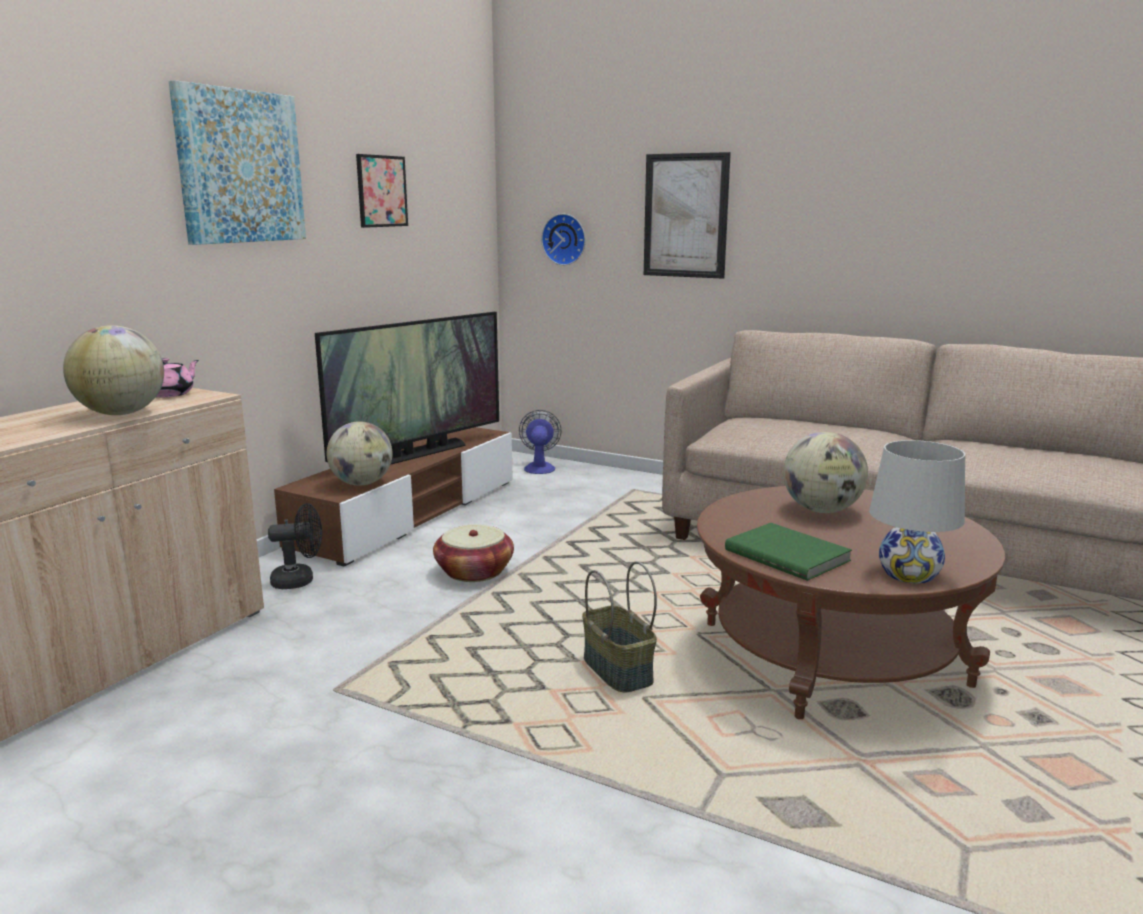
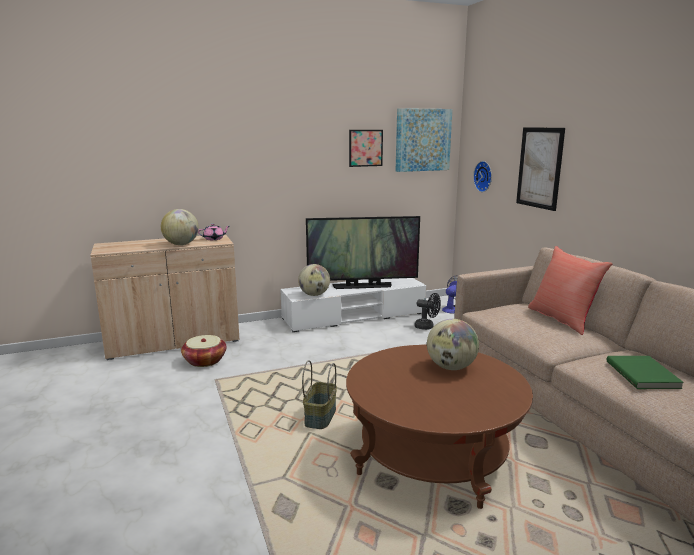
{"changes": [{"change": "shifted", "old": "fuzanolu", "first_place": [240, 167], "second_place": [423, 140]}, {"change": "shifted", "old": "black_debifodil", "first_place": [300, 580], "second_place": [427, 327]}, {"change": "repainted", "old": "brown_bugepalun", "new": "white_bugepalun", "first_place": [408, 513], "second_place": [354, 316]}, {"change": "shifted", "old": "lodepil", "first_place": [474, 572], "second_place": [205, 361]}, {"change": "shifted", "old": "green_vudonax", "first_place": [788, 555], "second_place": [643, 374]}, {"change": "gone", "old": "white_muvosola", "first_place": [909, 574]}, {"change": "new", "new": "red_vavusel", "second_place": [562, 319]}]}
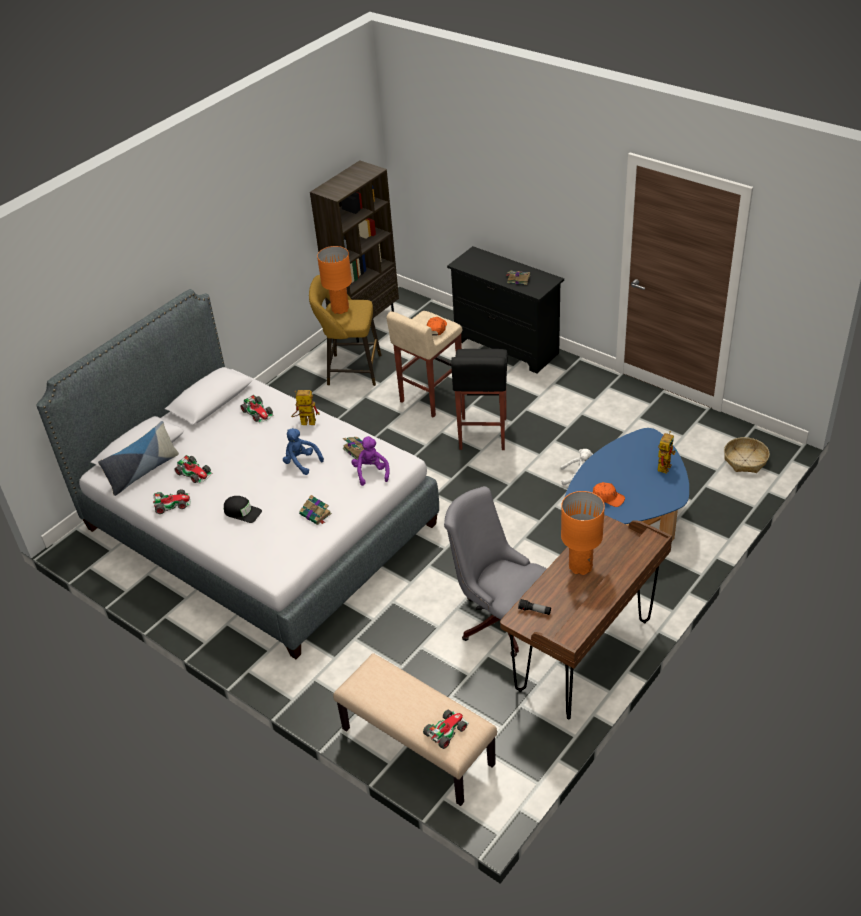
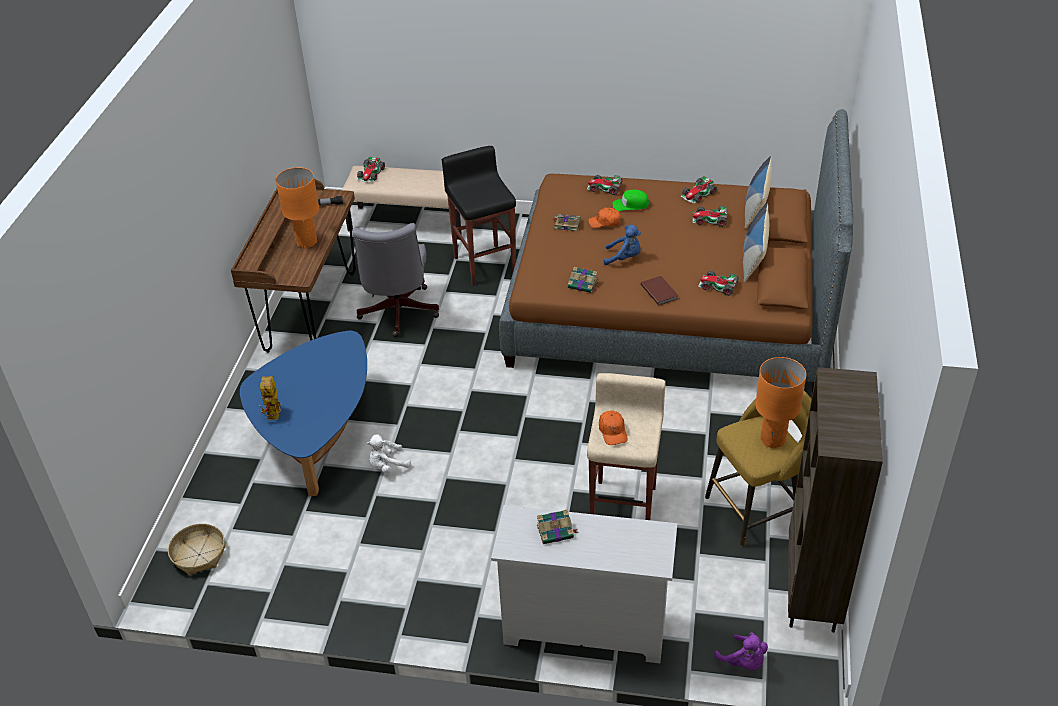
{"changes": [{"change": "repainted", "old": "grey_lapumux", "new": "brown_lapumux", "first_place": [258, 526], "second_place": [670, 309]}, {"change": "repainted", "old": "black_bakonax", "new": "green_bakonax", "first_place": [242, 512], "second_place": [630, 205]}, {"change": "swapped", "old": "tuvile", "new": "brown_vudonax", "first_place": [304, 423], "second_place": [660, 291]}, {"change": "shifted", "old": "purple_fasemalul", "first_place": [371, 472], "second_place": [743, 662]}, {"change": "rotated", "old": "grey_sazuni", "first_place": [498, 618], "second_place": [397, 314], "degrees": 75}, {"change": "repainted", "old": "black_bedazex", "new": "white_bedazex", "first_place": [506, 347], "second_place": [584, 628]}, {"change": "shifted", "old": "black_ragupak", "first_place": [482, 434], "second_place": [485, 264]}, {"change": "shifted", "old": "orange_bakonax", "first_place": [608, 497], "second_place": [604, 222]}, {"change": "new", "new": "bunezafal", "second_place": [604, 188]}, {"change": "new", "new": "vavusel", "second_place": [754, 257]}]}
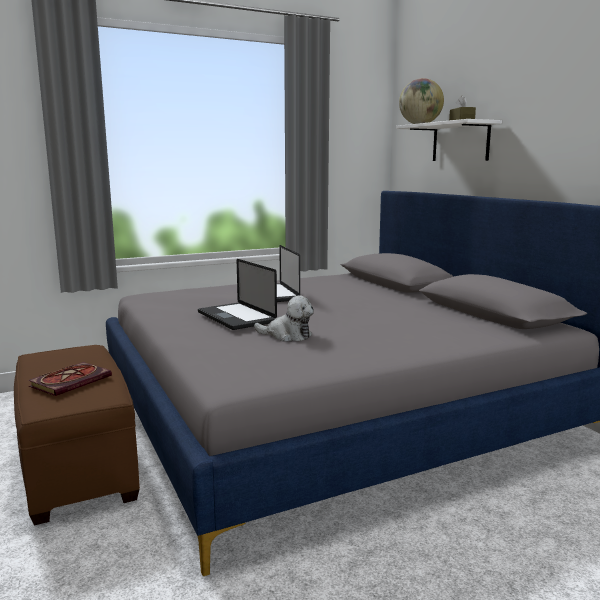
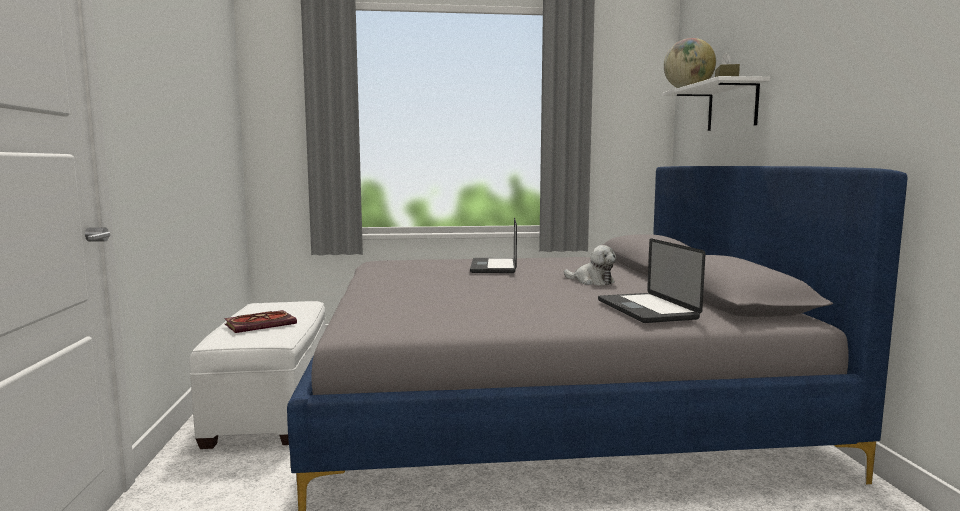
{"changes": [{"change": "repainted", "old": "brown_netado", "new": "white_netado", "first_place": [78, 464], "second_place": [271, 407]}, {"change": "shifted", "old": "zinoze", "first_place": [236, 317], "second_place": [646, 309]}, {"change": "shifted", "old": "fasemalul", "first_place": [287, 335], "second_place": [592, 281]}]}
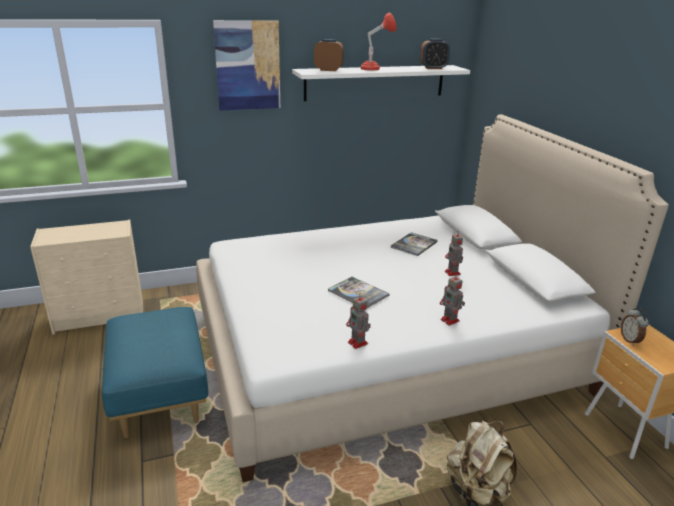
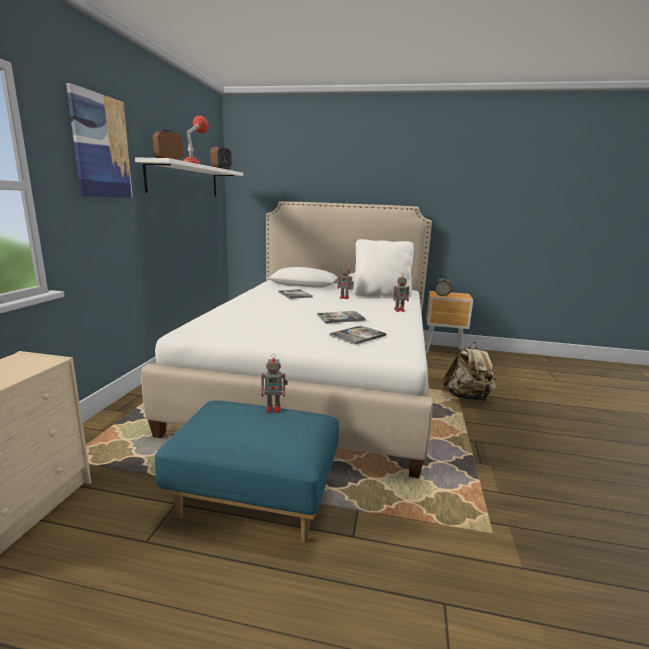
{"changes": [{"change": "shifted", "old": "tuvile", "first_place": [358, 343], "second_place": [274, 408]}, {"change": "new", "new": "vudonax", "second_place": [358, 335]}, {"change": "new", "new": "white_vavusel", "second_place": [381, 295]}]}
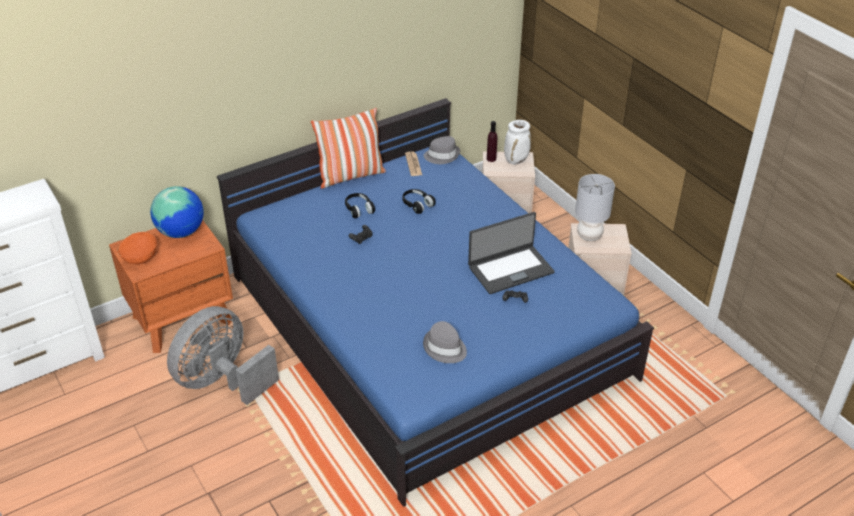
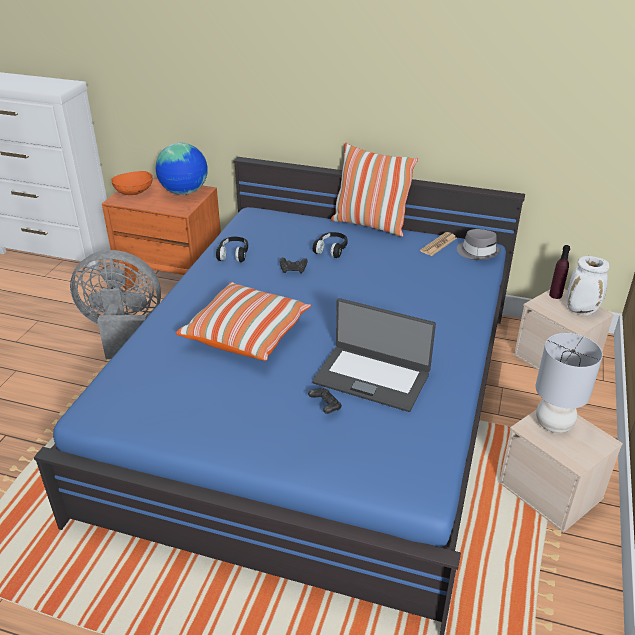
{"changes": [{"change": "shifted", "old": "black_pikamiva", "first_place": [417, 205], "second_place": [233, 254]}, {"change": "gone", "old": "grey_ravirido", "first_place": [444, 348]}, {"change": "new", "new": "vavusel", "second_place": [246, 334]}]}
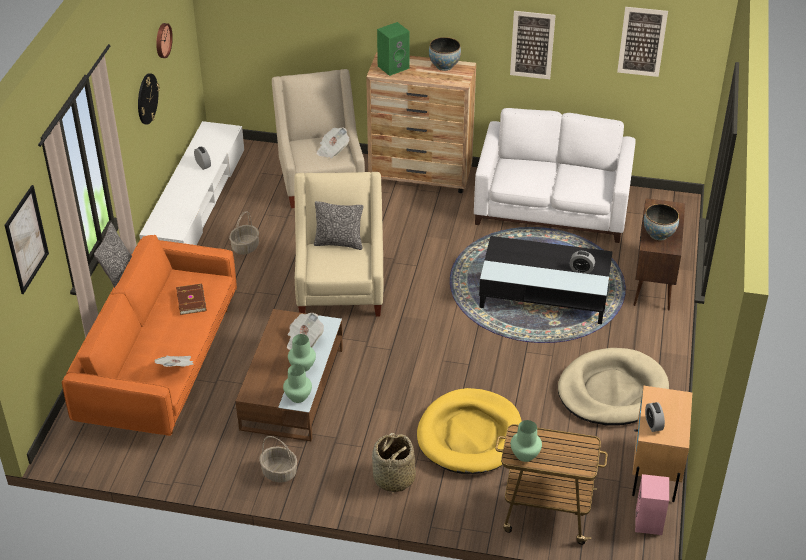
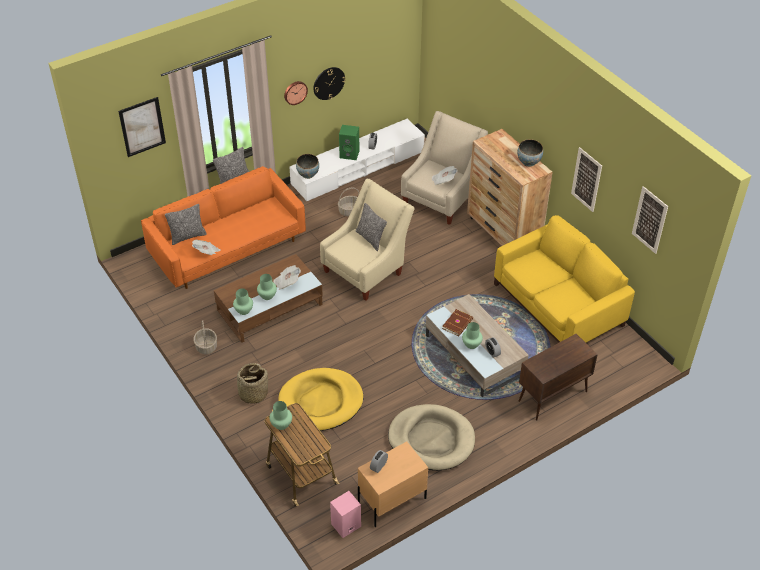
{"changes": [{"change": "shifted", "old": "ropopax", "first_place": [162, 40], "second_place": [295, 92]}, {"change": "shifted", "old": "brown_vudonax", "first_place": [192, 300], "second_place": [458, 324]}, {"change": "shifted", "old": "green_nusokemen", "first_place": [393, 66], "second_place": [350, 154]}, {"change": "repainted", "old": "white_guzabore", "new": "yellow_guzabore", "first_place": [552, 206], "second_place": [557, 305]}, {"change": "repainted", "old": "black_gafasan", "new": "beige_gafasan", "first_place": [544, 294], "second_place": [474, 355]}, {"change": "shifted", "old": "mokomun", "first_place": [658, 234], "second_place": [308, 174]}, {"change": "new", "new": "vavusel", "second_place": [187, 236]}, {"change": "new", "new": "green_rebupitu", "second_place": [471, 344]}]}
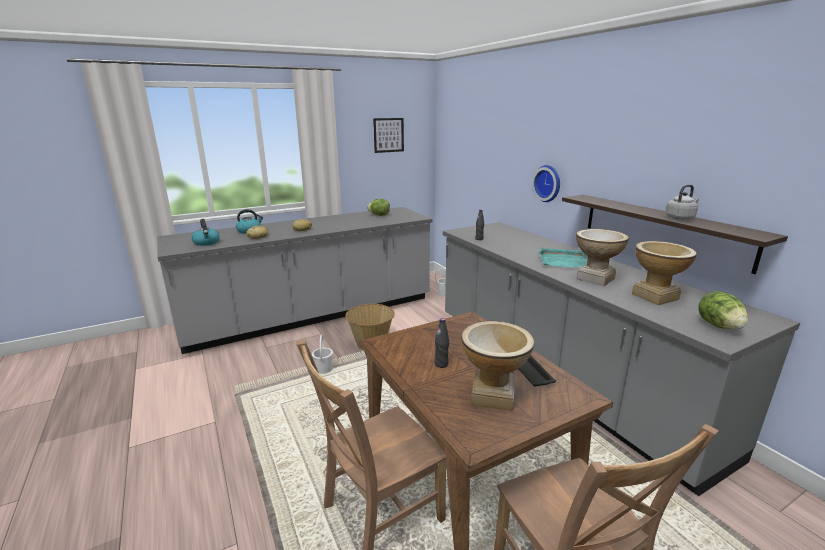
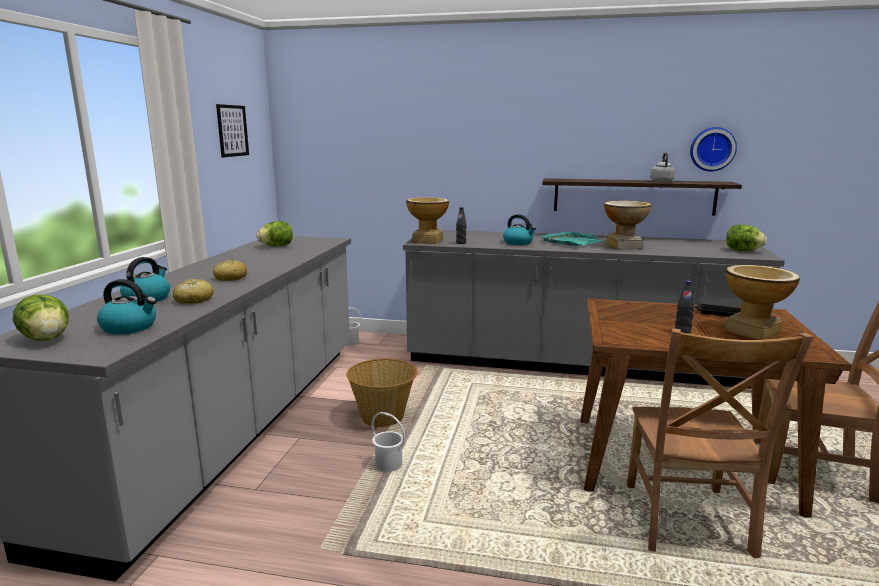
{"changes": [{"change": "shifted", "old": "ropopax", "first_place": [548, 183], "second_place": [712, 149]}, {"change": "shifted", "old": "rebupitu", "first_place": [655, 296], "second_place": [427, 241]}, {"change": "new", "new": "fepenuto", "second_place": [46, 339]}, {"change": "new", "new": "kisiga", "second_place": [518, 243]}]}
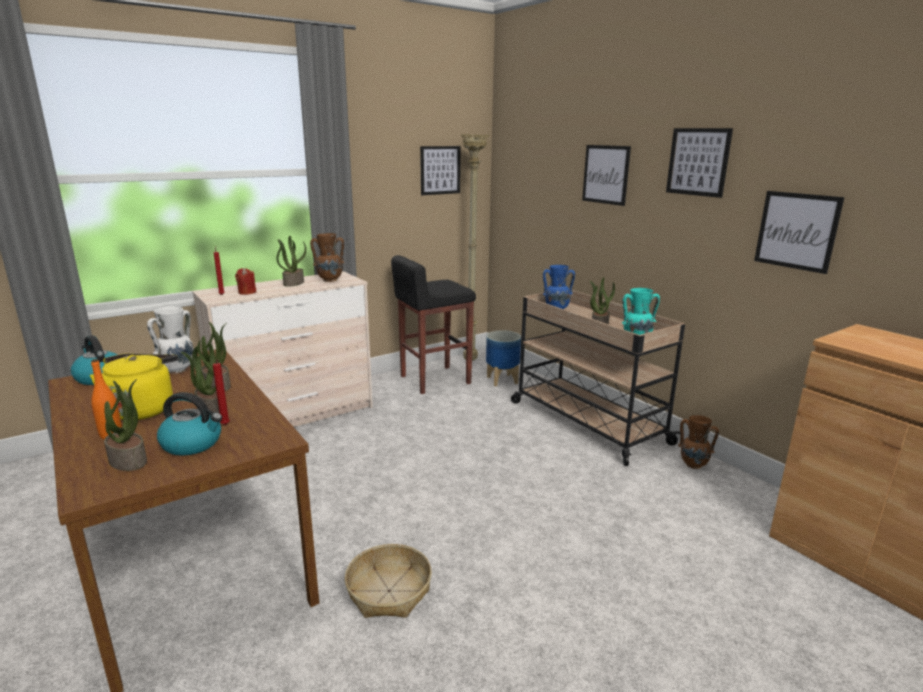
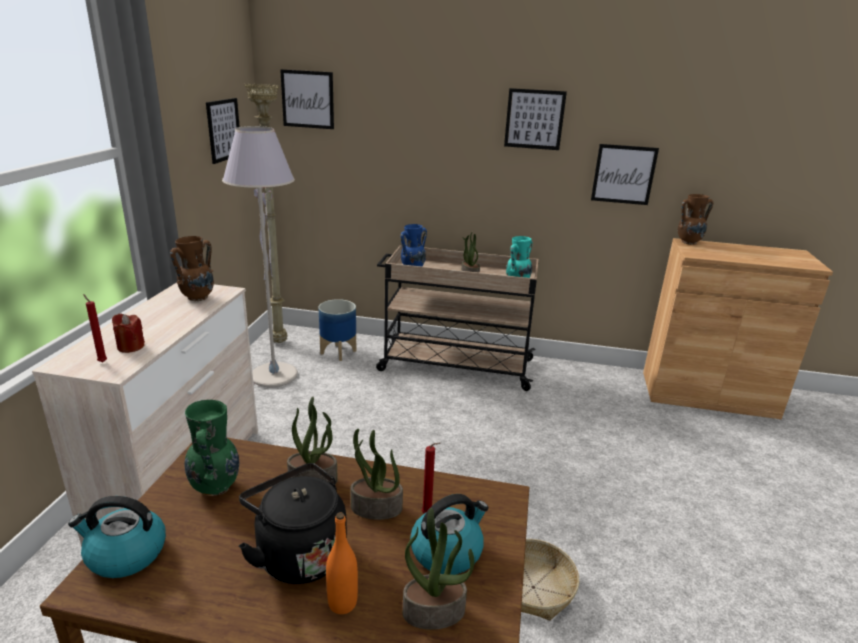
{"changes": [{"change": "repainted", "old": "yellow_kisiga", "new": "black_kisiga", "first_place": [143, 409], "second_place": [298, 553]}, {"change": "repainted", "old": "white_rebupitu", "new": "green_rebupitu", "first_place": [178, 370], "second_place": [216, 487]}, {"change": "gone", "old": "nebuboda", "first_place": [293, 283]}, {"change": "swapped", "old": "black_ragupak", "new": "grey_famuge", "first_place": [434, 379], "second_place": [274, 376]}, {"change": "shifted", "old": "fuzanolu", "first_place": [606, 174], "second_place": [307, 99]}, {"change": "shifted", "old": "brown_rebupitu", "first_place": [693, 465], "second_place": [688, 242]}]}
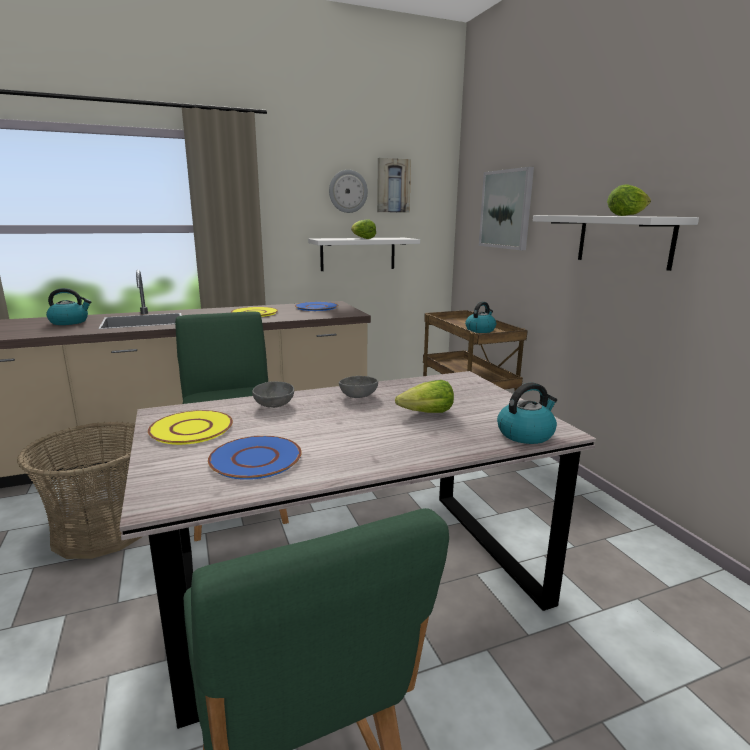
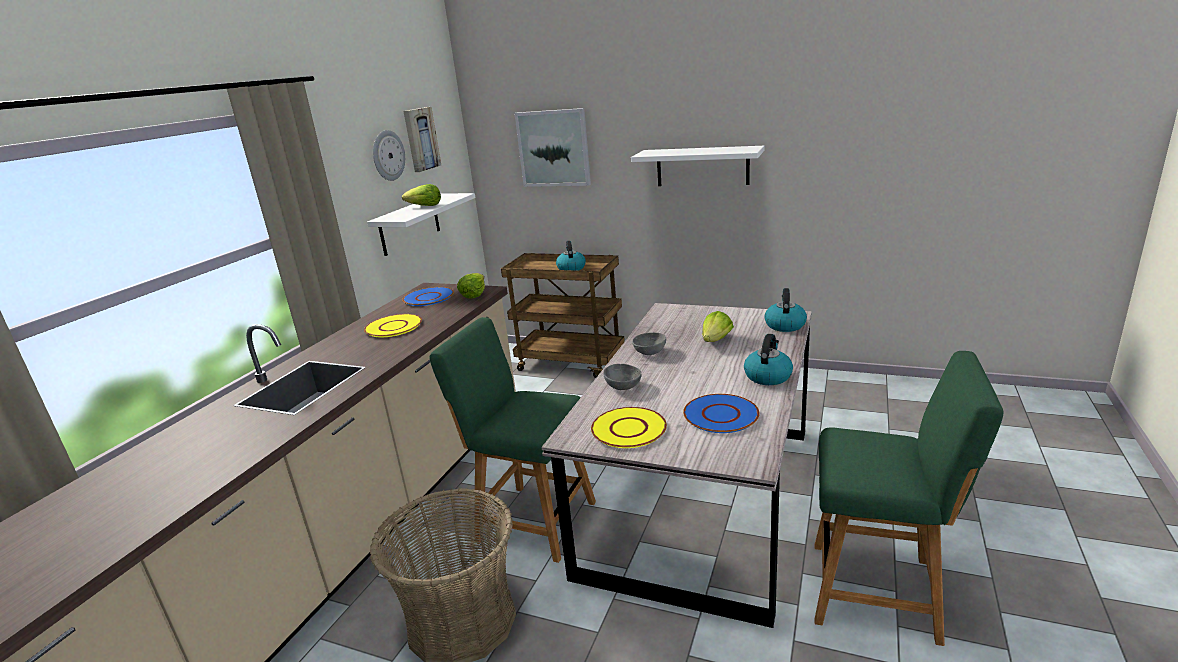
{"changes": [{"change": "shifted", "old": "kisiga", "first_place": [70, 322], "second_place": [767, 376]}, {"change": "shifted", "old": "fepenuto", "first_place": [626, 215], "second_place": [474, 295]}]}
